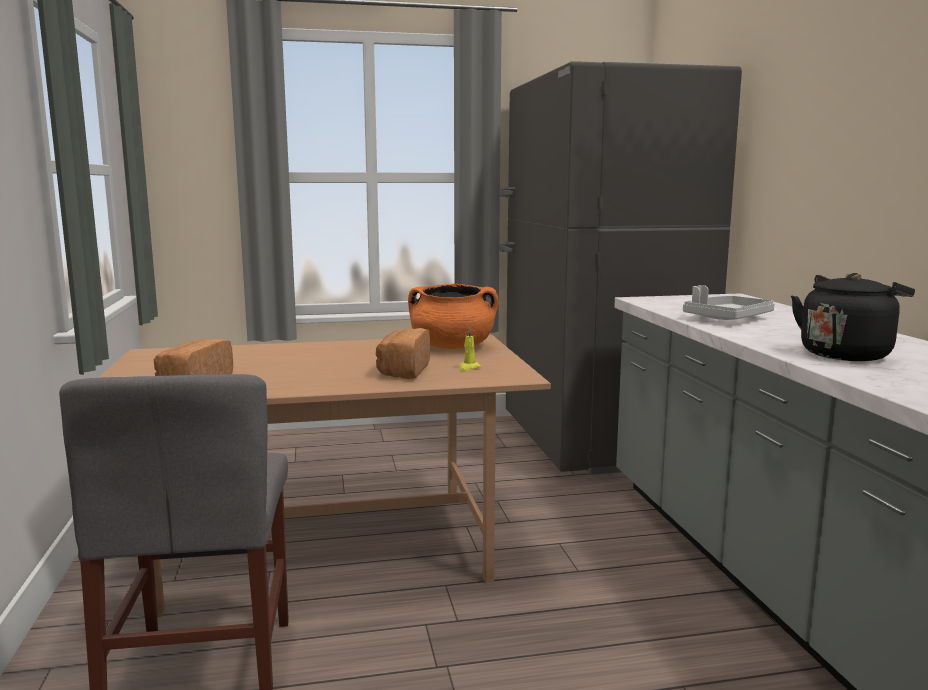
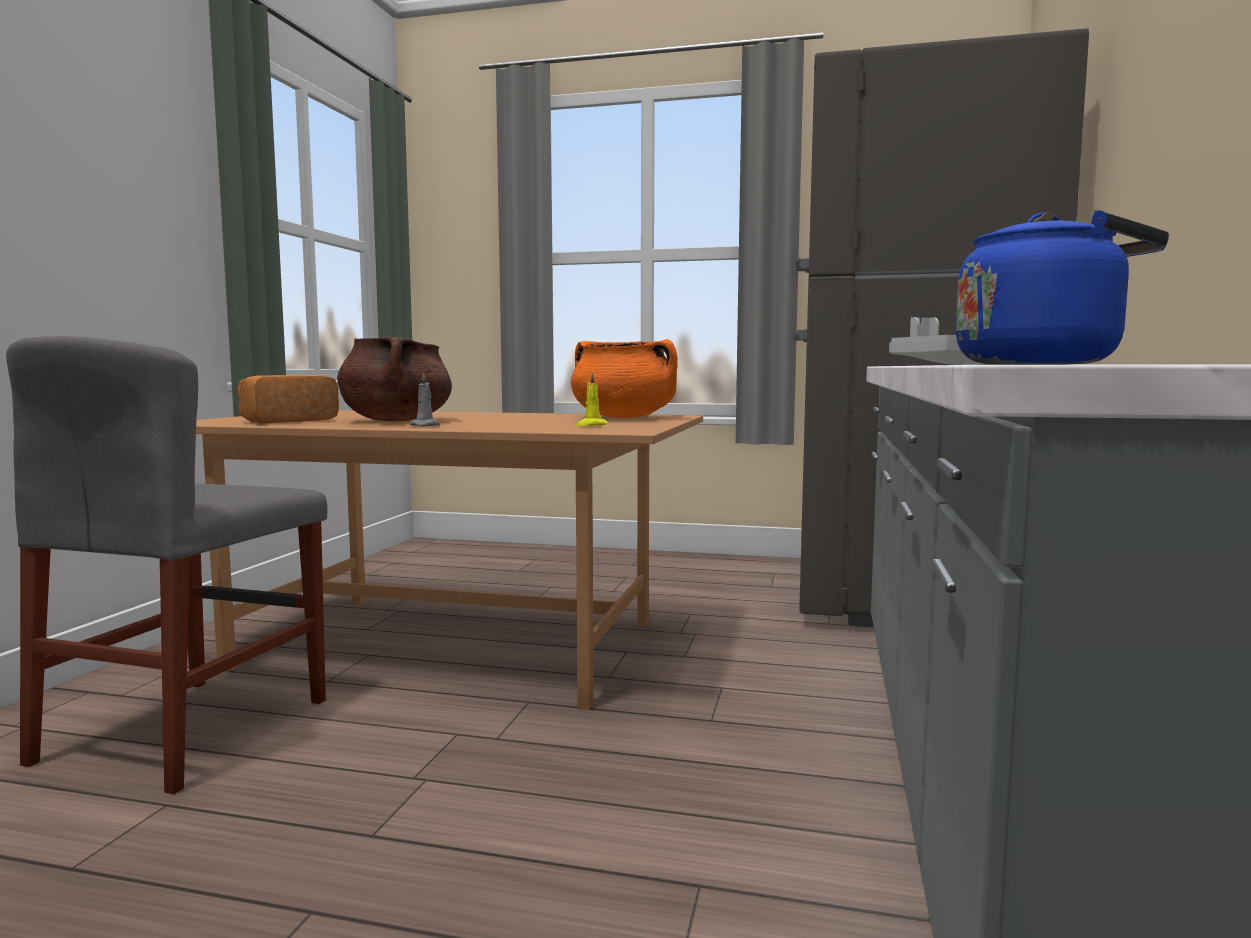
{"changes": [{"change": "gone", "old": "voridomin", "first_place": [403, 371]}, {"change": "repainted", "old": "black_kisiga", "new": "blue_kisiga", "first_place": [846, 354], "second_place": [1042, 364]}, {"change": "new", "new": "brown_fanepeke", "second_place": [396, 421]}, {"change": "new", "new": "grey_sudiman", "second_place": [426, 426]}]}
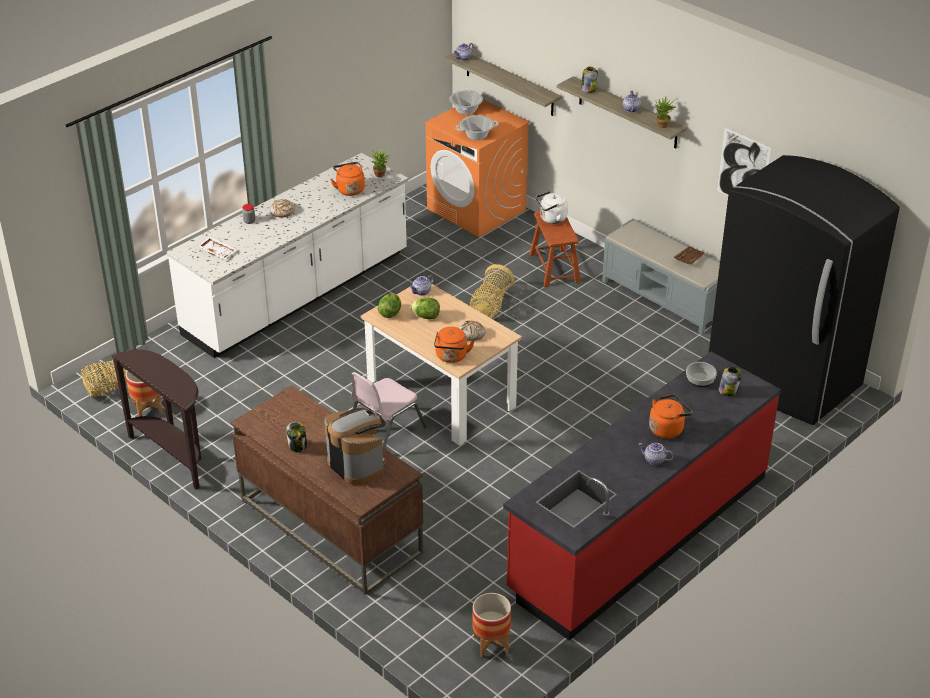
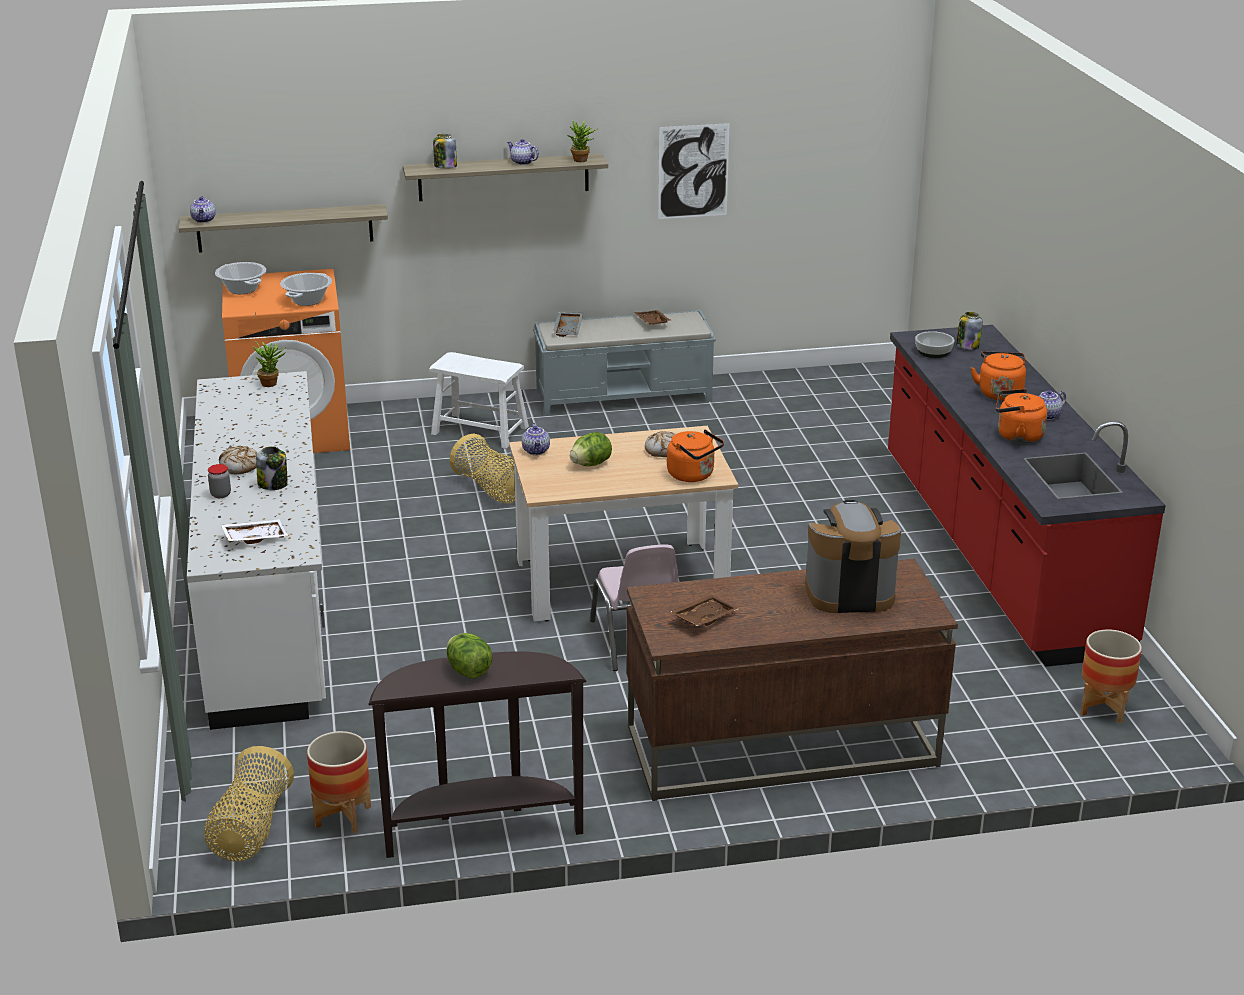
{"changes": [{"change": "shifted", "old": "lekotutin", "first_place": [298, 446], "second_place": [273, 484]}, {"change": "shifted", "old": "orange_kisiga", "first_place": [349, 189], "second_place": [1016, 436]}, {"change": "shifted", "old": "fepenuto", "first_place": [390, 313], "second_place": [468, 671]}, {"change": "repainted", "old": "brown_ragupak", "new": "white_ragupak", "first_place": [554, 268], "second_place": [480, 430]}, {"change": "gone", "old": "white_kisiga", "first_place": [551, 219]}, {"change": "gone", "old": "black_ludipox", "first_place": [783, 379]}, {"change": "new", "new": "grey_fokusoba", "second_place": [569, 329]}, {"change": "new", "new": "brown_fokusoba", "second_place": [703, 618]}]}
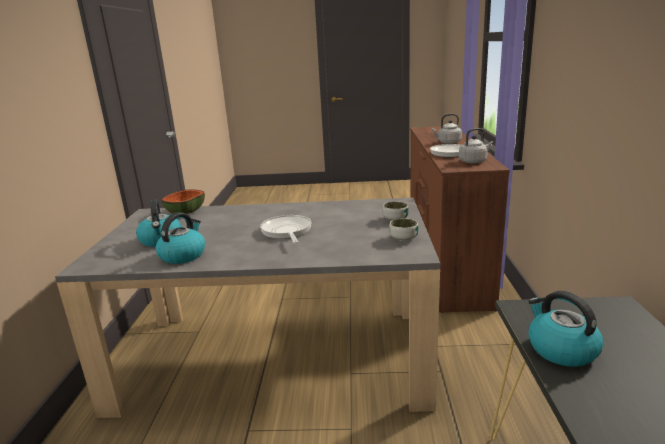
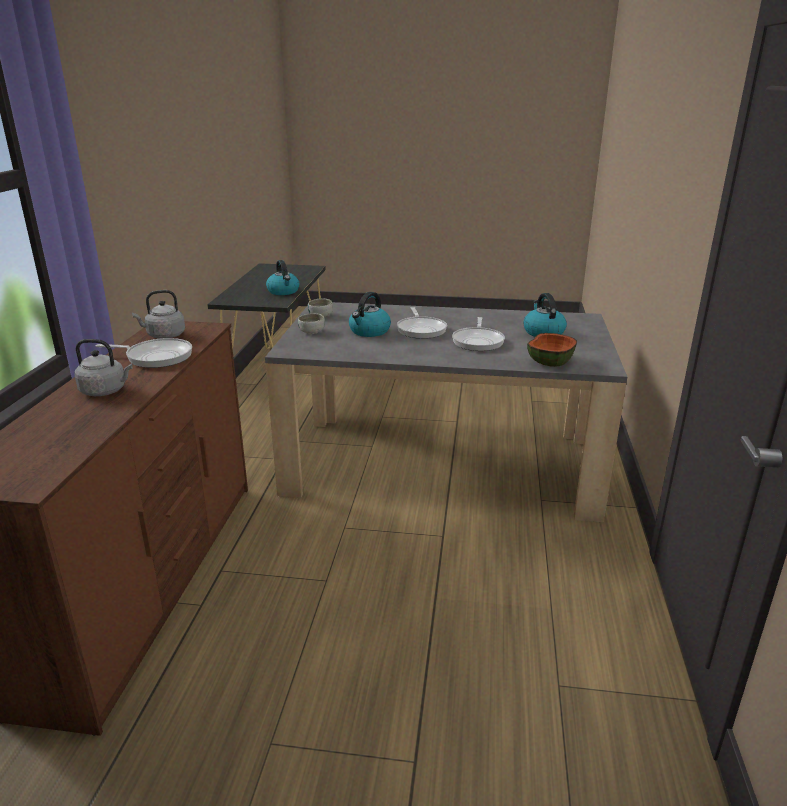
{"changes": [{"change": "shifted", "old": "kisiga", "first_place": [183, 255], "second_place": [369, 331]}, {"change": "new", "new": "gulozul", "second_place": [478, 341]}]}
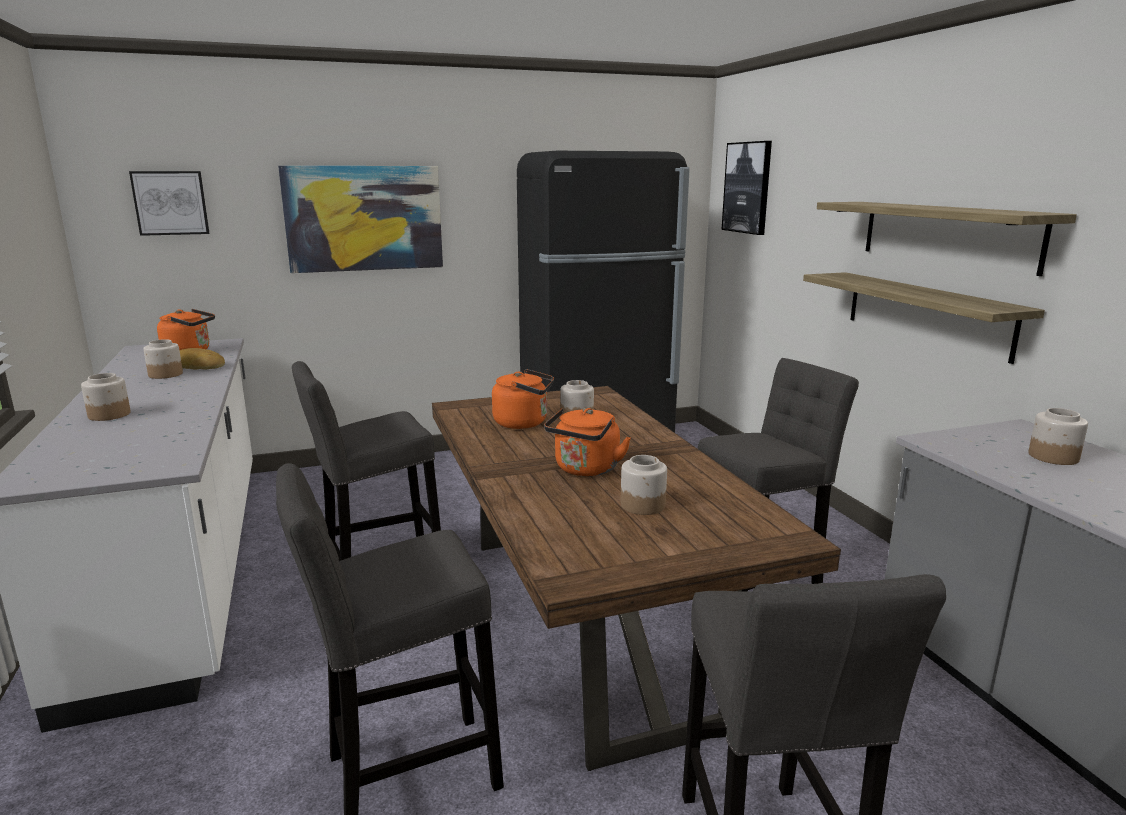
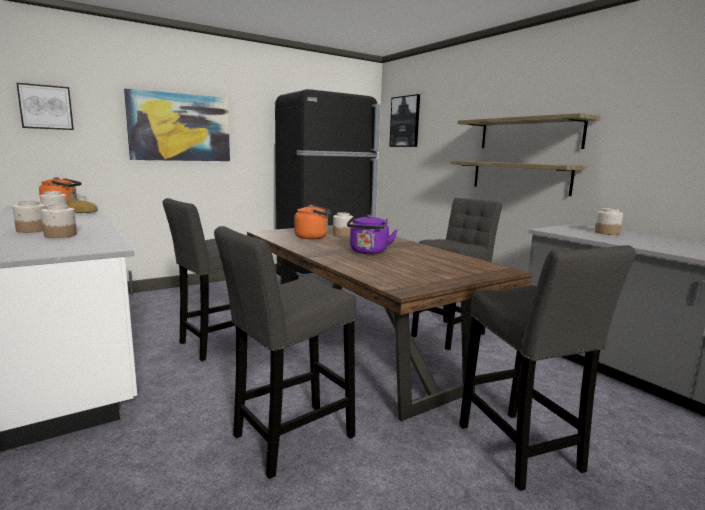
{"changes": [{"change": "repainted", "old": "orange_kisiga", "new": "purple_kisiga", "first_place": [585, 470], "second_place": [368, 252]}, {"change": "shifted", "old": "lekotutin", "first_place": [643, 505], "second_place": [61, 235]}]}
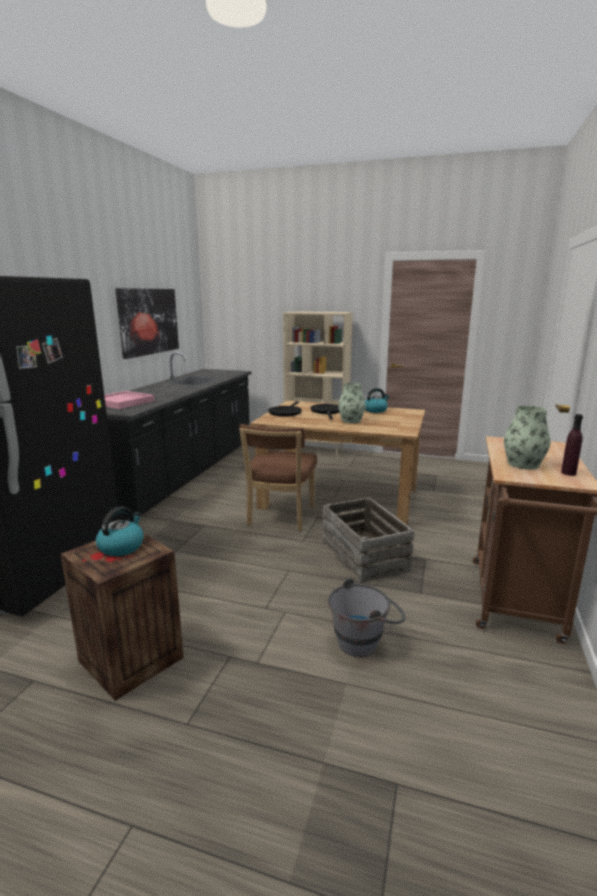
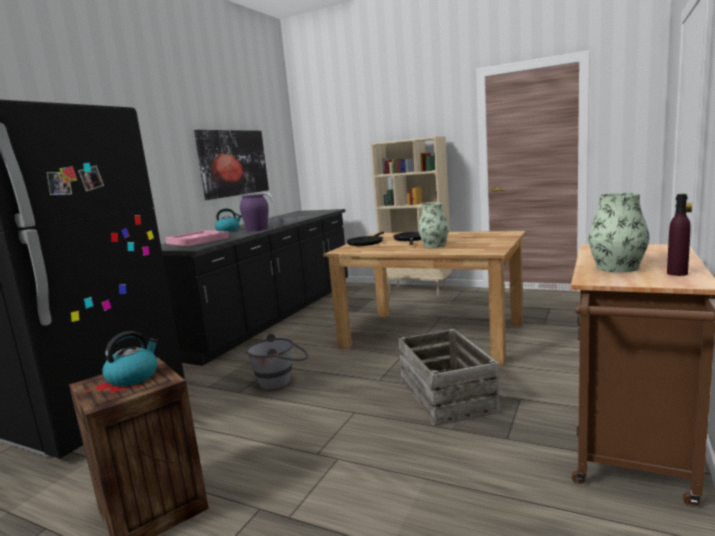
{"changes": [{"change": "gone", "old": "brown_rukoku", "first_place": [280, 517]}, {"change": "shifted", "old": "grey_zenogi", "first_place": [365, 641], "second_place": [281, 381]}, {"change": "shifted", "old": "kisiga", "first_place": [375, 410], "second_place": [228, 230]}, {"change": "new", "new": "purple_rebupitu", "second_place": [257, 229]}]}
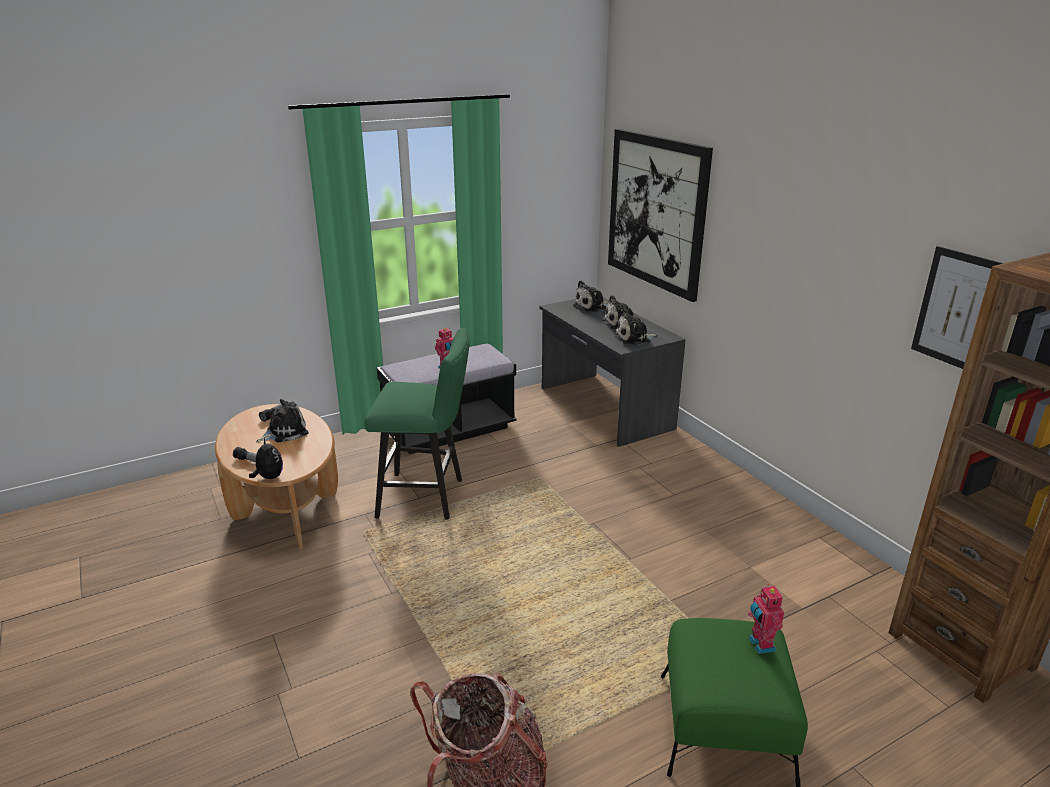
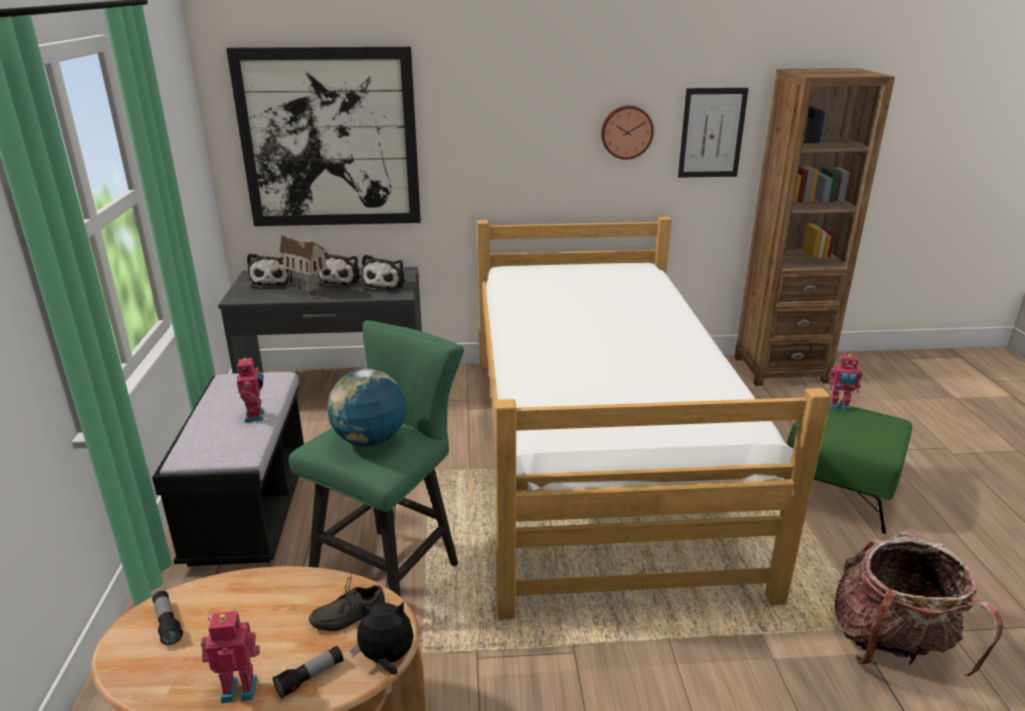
{"changes": [{"change": "gone", "old": "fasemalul", "first_place": [284, 432]}, {"change": "new", "new": "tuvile", "second_place": [240, 687]}, {"change": "new", "new": "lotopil", "second_place": [308, 293]}, {"change": "new", "new": "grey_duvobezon", "second_place": [347, 615]}, {"change": "new", "new": "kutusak", "second_place": [370, 440]}, {"change": "new", "new": "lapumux", "second_place": [598, 456]}, {"change": "new", "new": "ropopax", "second_place": [626, 132]}]}
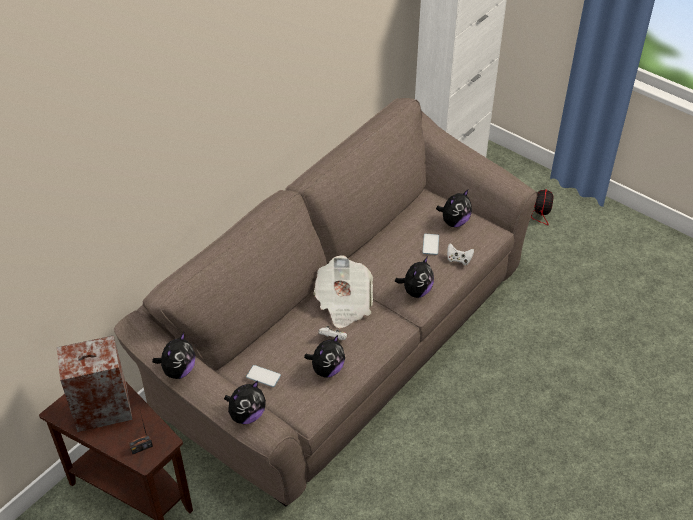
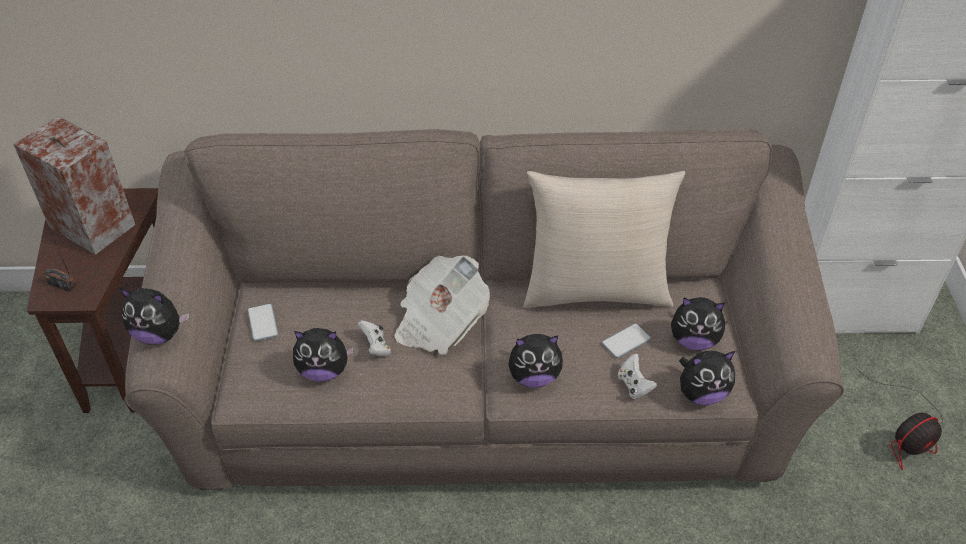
{"changes": [{"change": "shifted", "old": "fasemalul", "first_place": [178, 370], "second_place": [701, 393]}, {"change": "new", "new": "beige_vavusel", "second_place": [596, 290]}]}
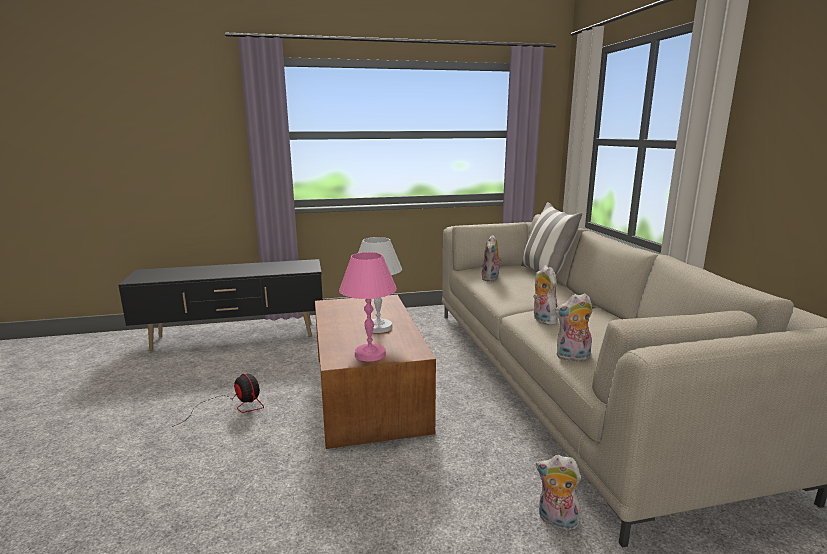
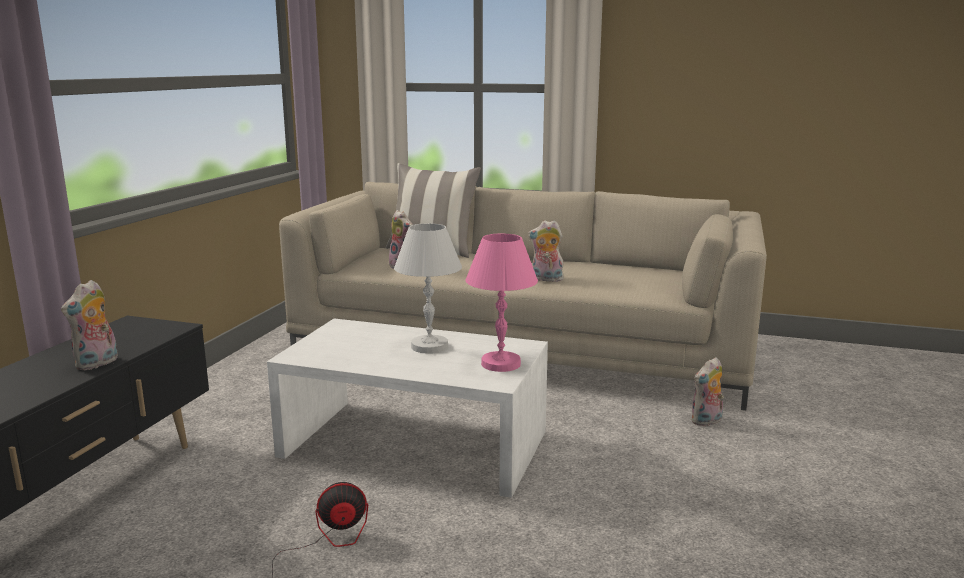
{"changes": [{"change": "repainted", "old": "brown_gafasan", "new": "white_gafasan", "first_place": [369, 391], "second_place": [415, 443]}, {"change": "shifted", "old": "fasemalul", "first_place": [572, 357], "second_place": [97, 364]}]}
